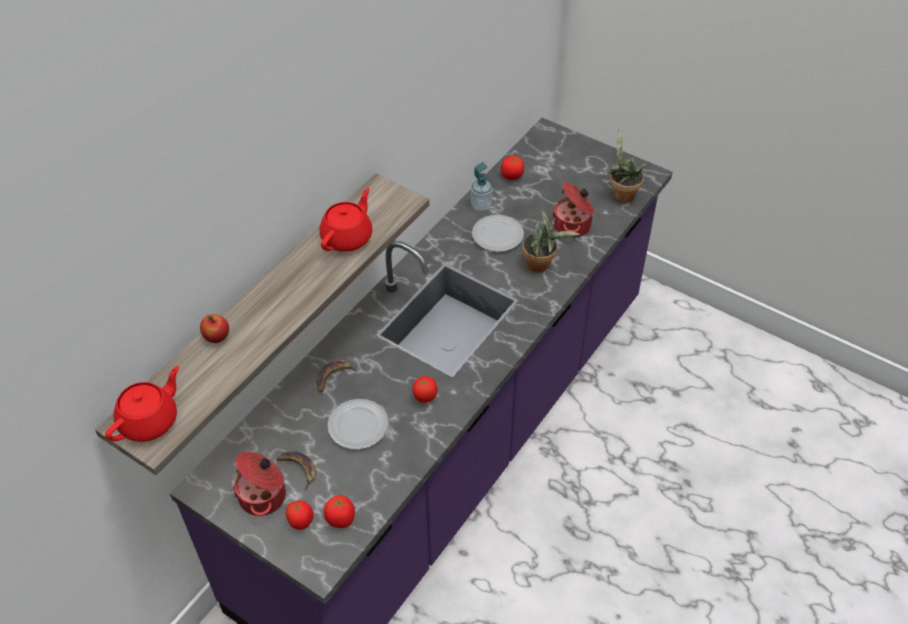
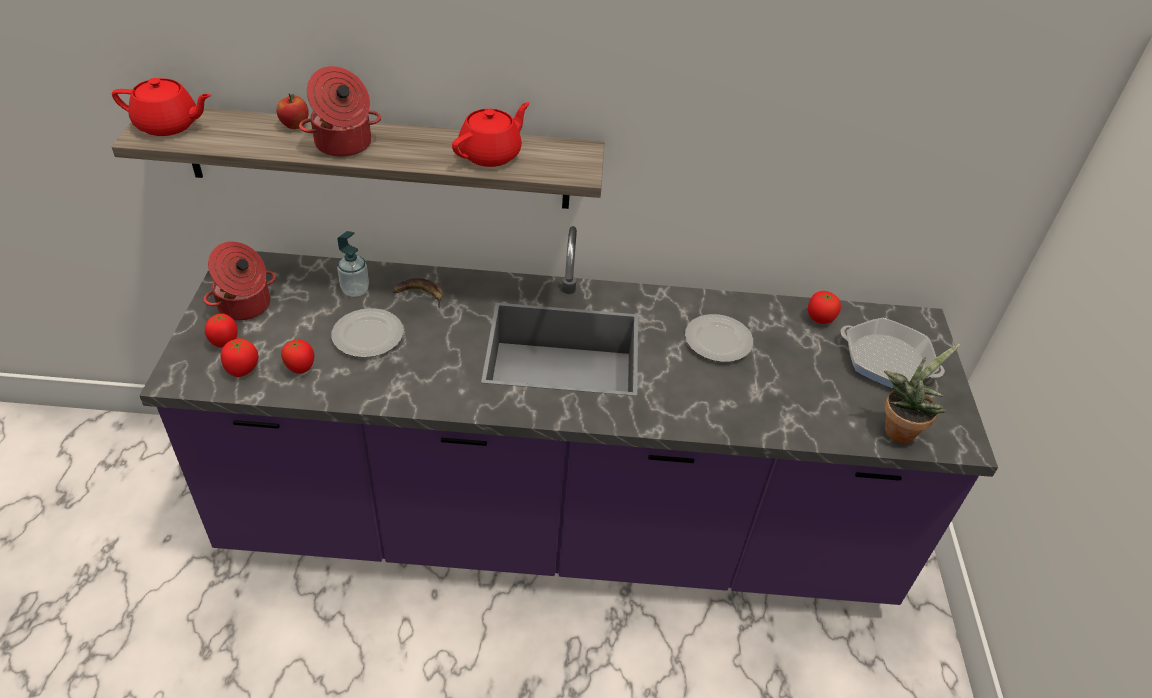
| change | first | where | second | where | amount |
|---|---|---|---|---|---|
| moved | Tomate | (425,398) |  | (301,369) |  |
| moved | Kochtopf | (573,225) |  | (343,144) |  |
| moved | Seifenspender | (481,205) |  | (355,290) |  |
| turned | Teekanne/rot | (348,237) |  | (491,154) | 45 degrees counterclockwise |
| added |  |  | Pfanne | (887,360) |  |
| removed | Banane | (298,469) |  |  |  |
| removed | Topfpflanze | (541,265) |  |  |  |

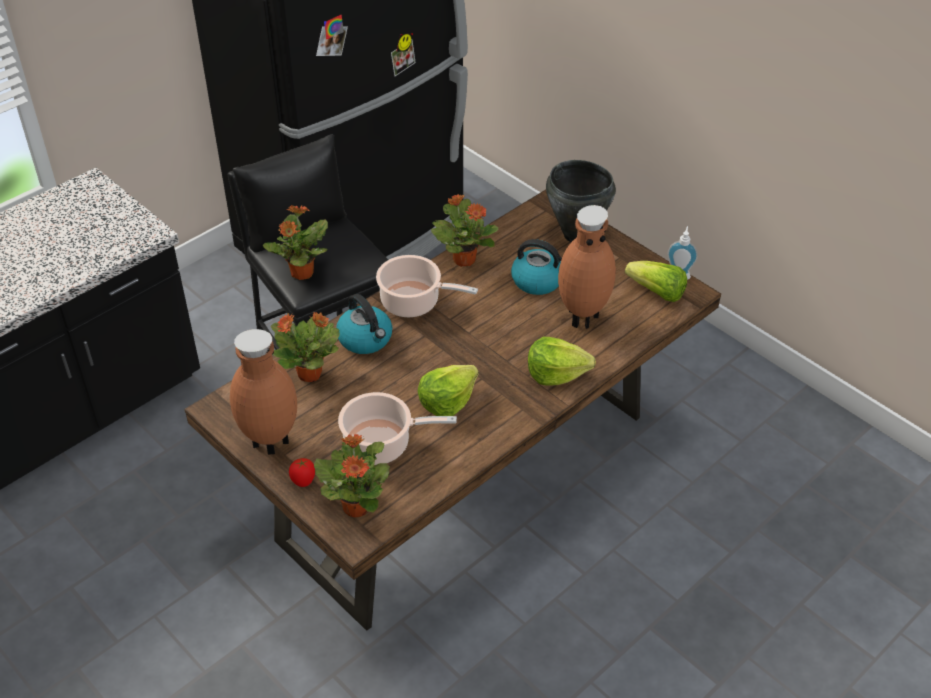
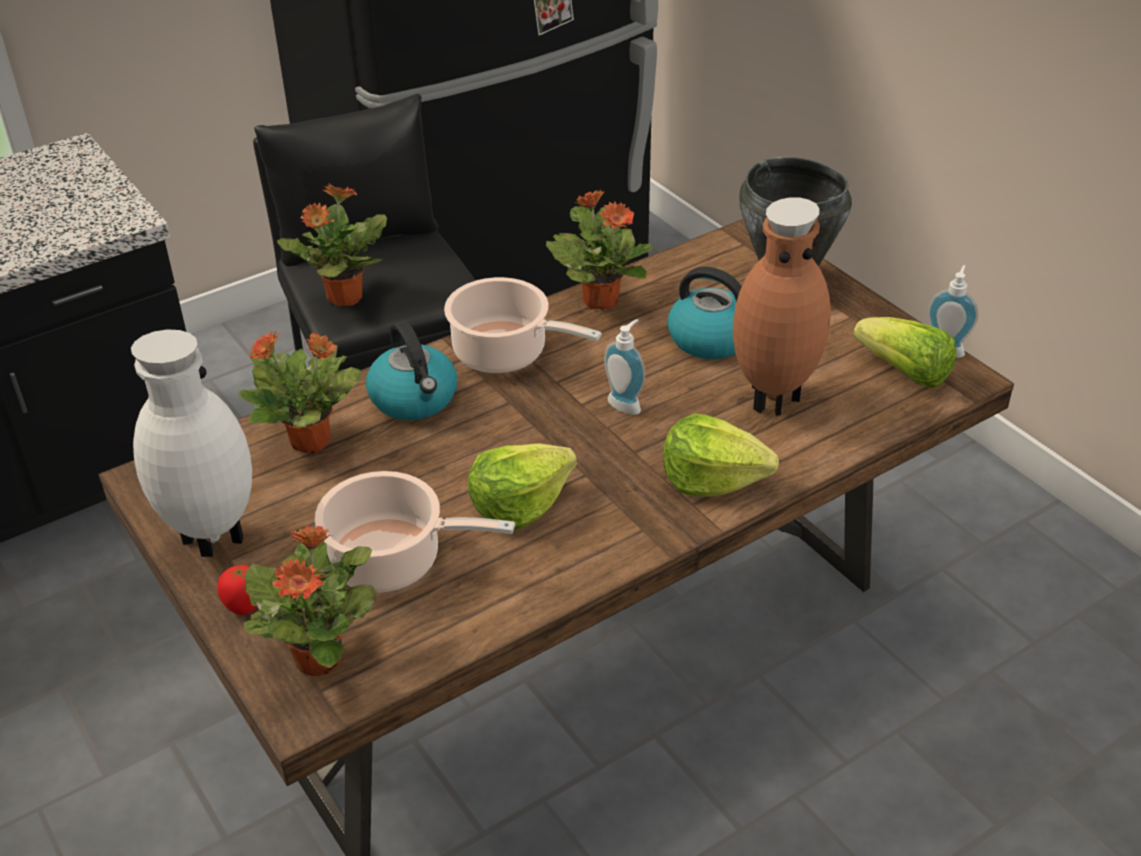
| change | first | where | second | where | amount |
|---|---|---|---|---|---|
| recoloured | Vase/braun | (270,444) | Vase/weiß | (212,542) |  |
| added |  |  | Seifenspender | (627,403) |  |

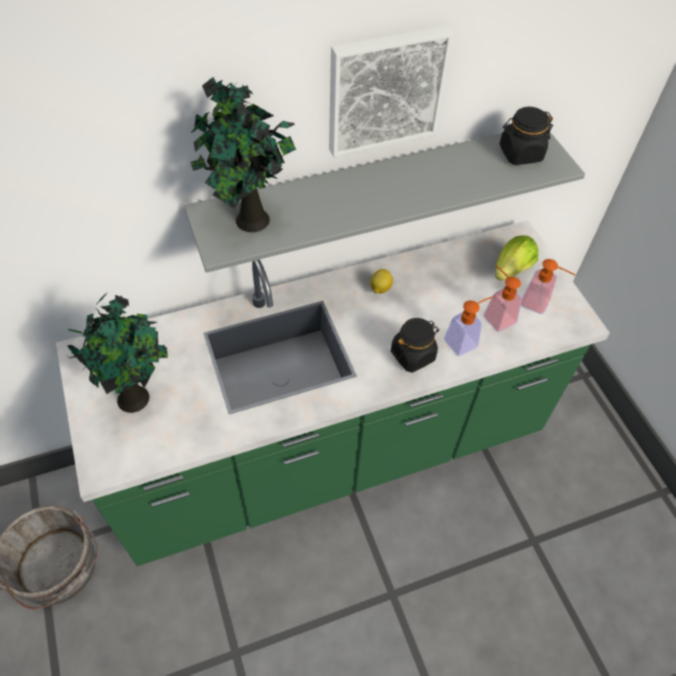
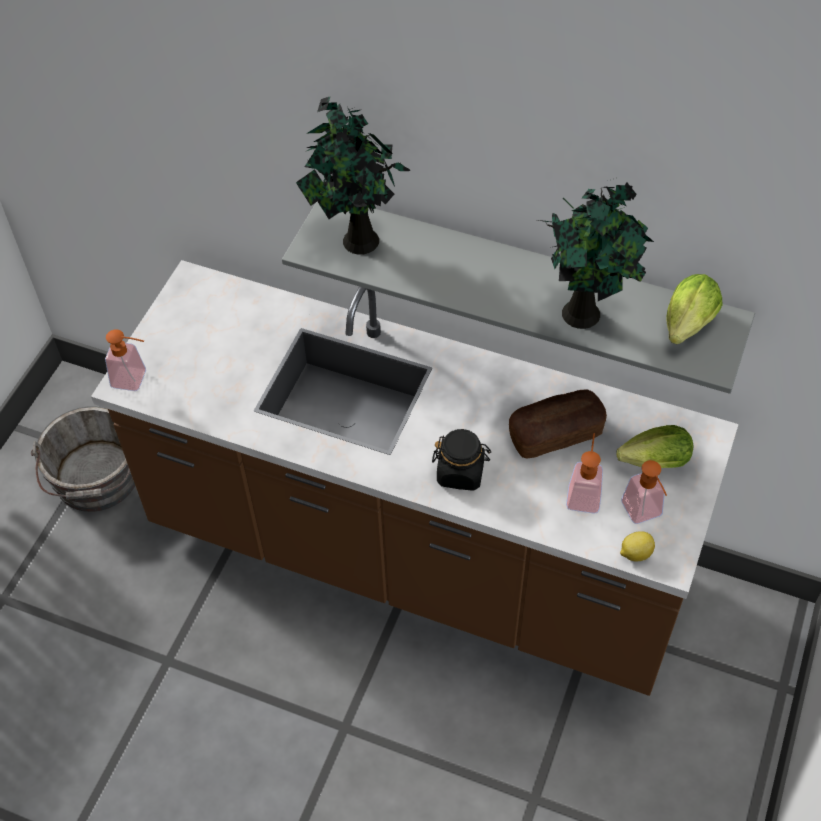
| change | first | where | second | where | amount |
|---|---|---|---|---|---|
| recoloured | Küchenzeile/grün | (332,453) | Küchenzeile/braun | (414,558) |  |
| moved | Seifenspender | (465,341) |  | (135,380) |  |
| added |  |  | Brot | (555,434) |  |
| moved | Topfpflanze | (136,396) |  | (585,313) |  |
| moved | Zitrone | (380,288) |  | (635,553) |  |
| replaced | Vorratsglas/schwarz | (520,153) | Salatkopf | (686,328) |  |
| removed | Bild | (384,90) |  |  |  |

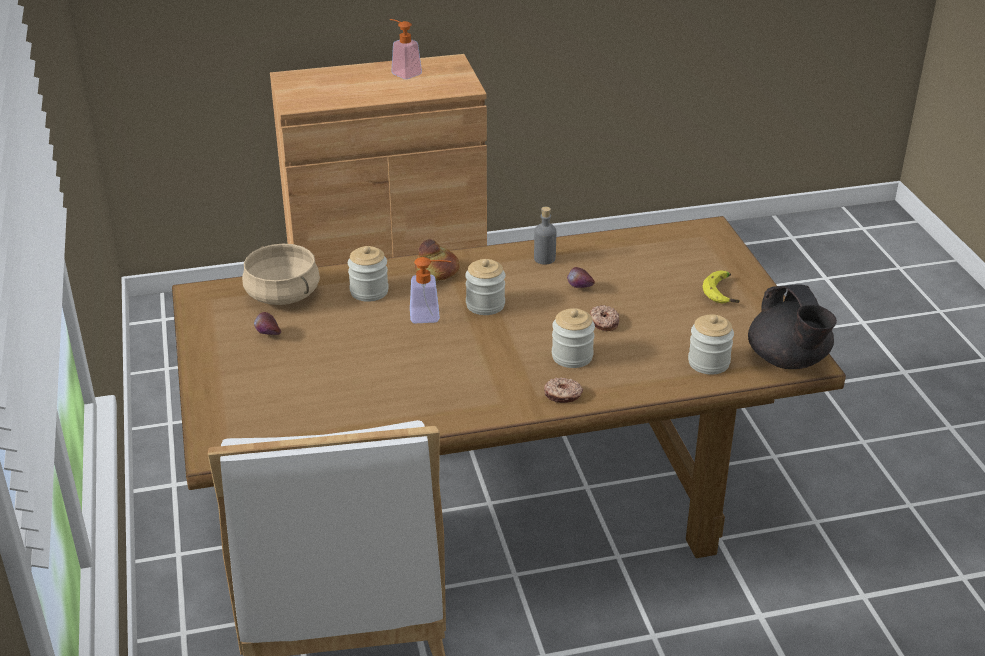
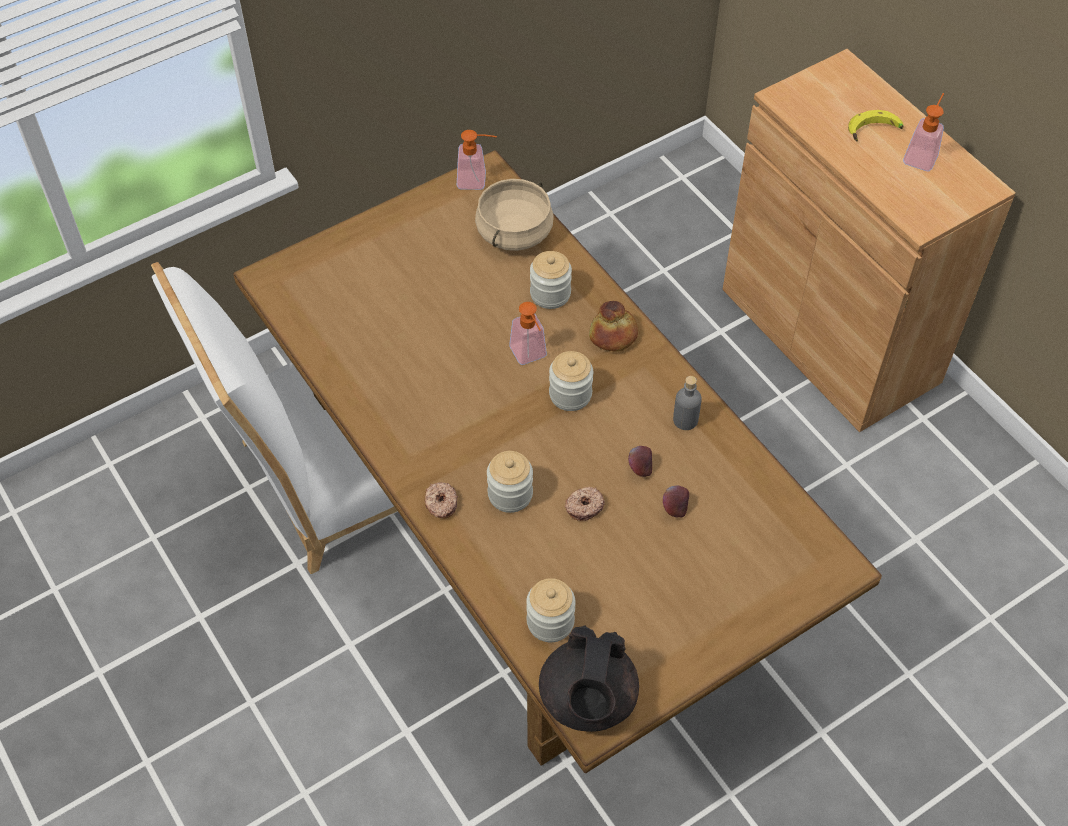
| change | first | where | second | where | amount |
|---|---|---|---|---|---|
| added |  |  | Seifenspender | (477,180) |  |
| turned | Teekanne/schwarz | (788,360) |  | (588,700) | 45 degrees counterclockwise |
| moved | Apfel | (268,336) |  | (674,508) |  |
| moved | Banane | (724,293) |  | (874,132) |  |

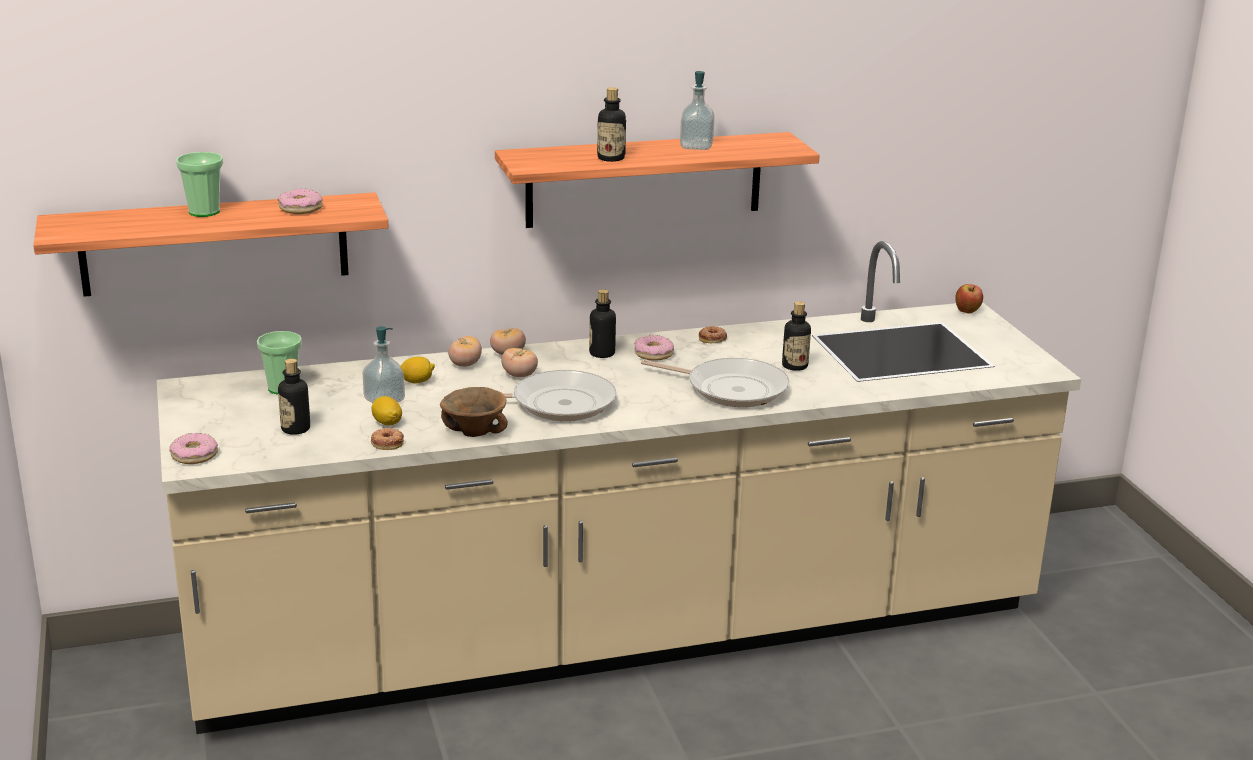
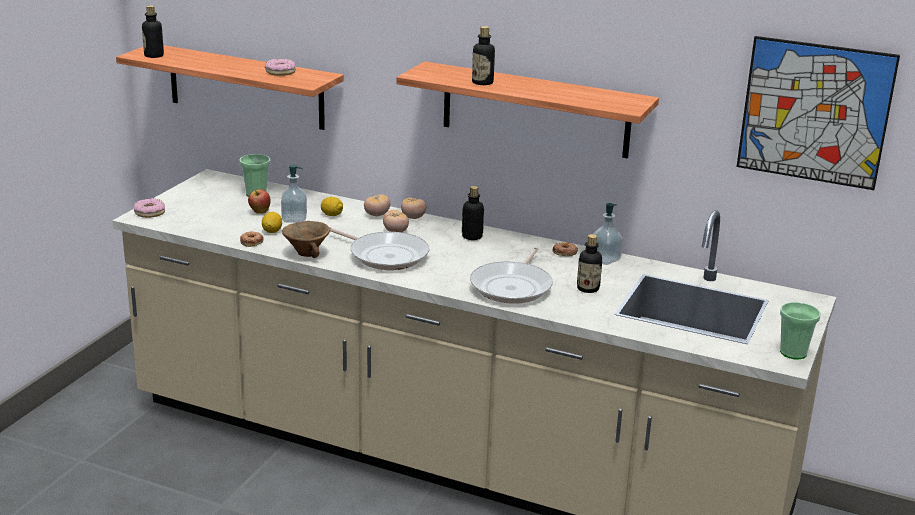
| change | first | where | second | where | amount |
|---|---|---|---|---|---|
| moved | Flasche | (295,429) |  | (154,55) |  |
| moved | Apfel | (967,311) |  | (259,212) |  |
| turned | Pfanne | (731,389) |  | (513,286) | 45 degrees clockwise |
| moved | Seifenspender | (696,146) |  | (604,259) |  |
| added |  |  | Bild | (815,112) |  |
| moved | Tasse | (204,212) |  | (793,353) |  |
| removed | Donut | (653,354) |  |  |  |

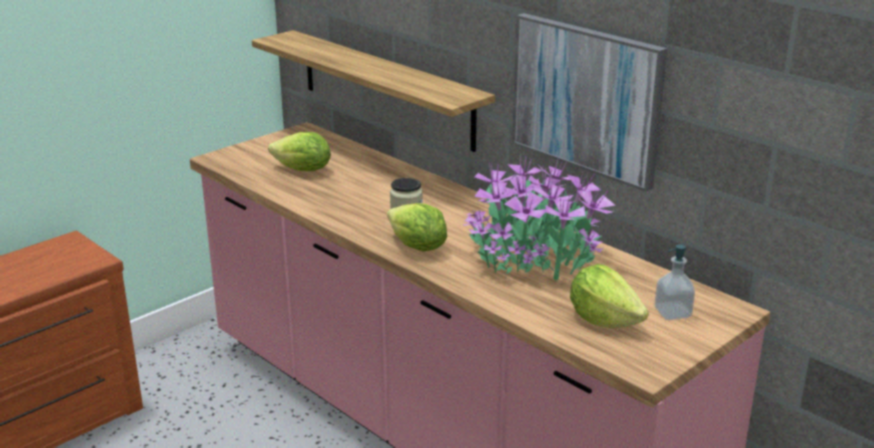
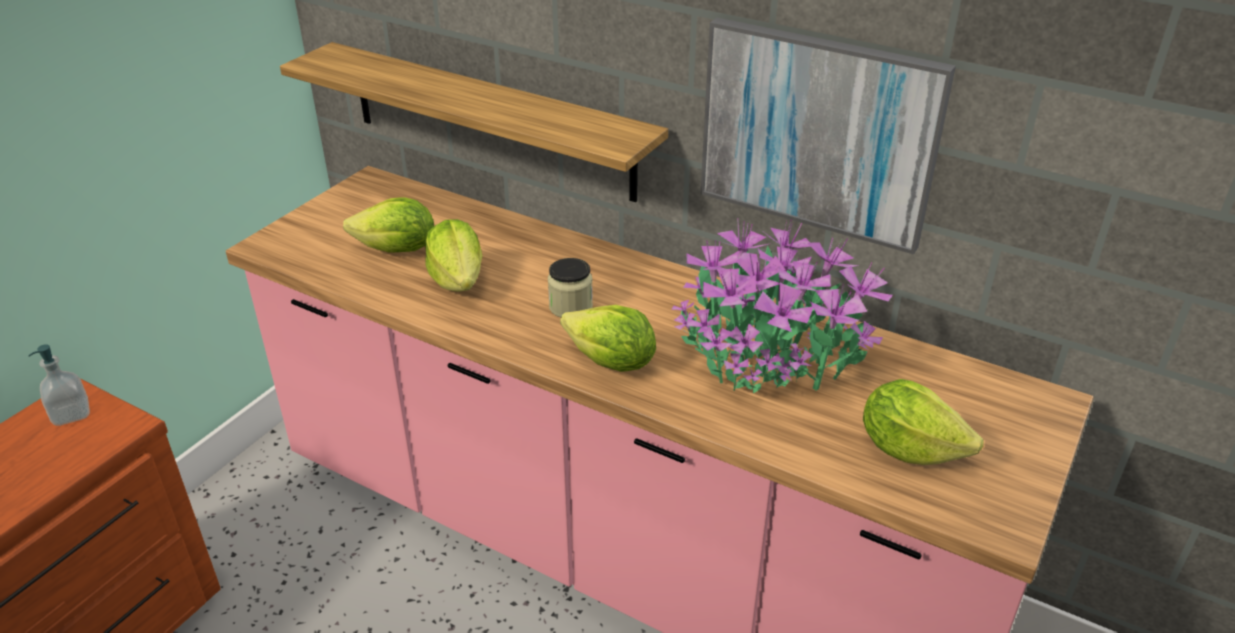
| change | first | where | second | where | amount |
|---|---|---|---|---|---|
| moved | Seifenspender | (672,313) |  | (71,414) |  |
| added |  |  | Salatkopf | (458,280) |  |

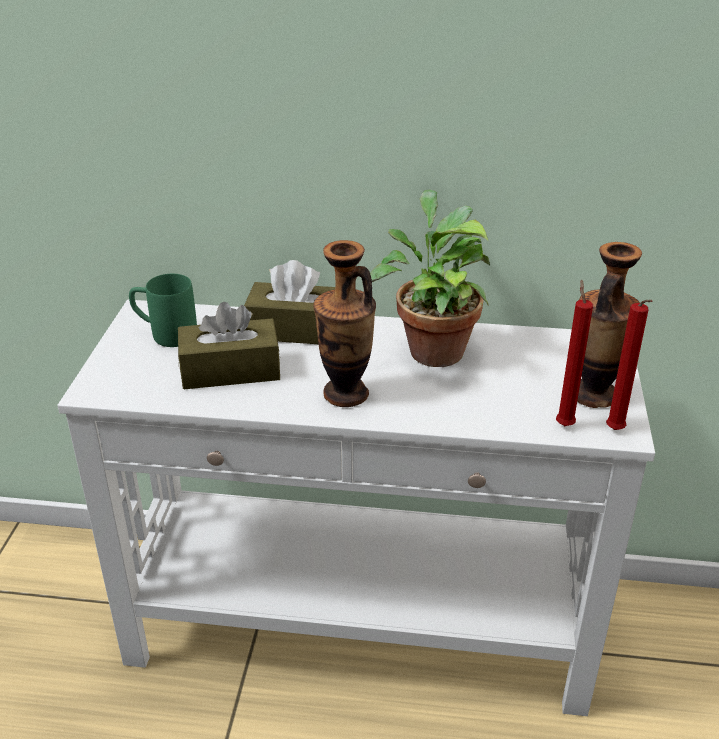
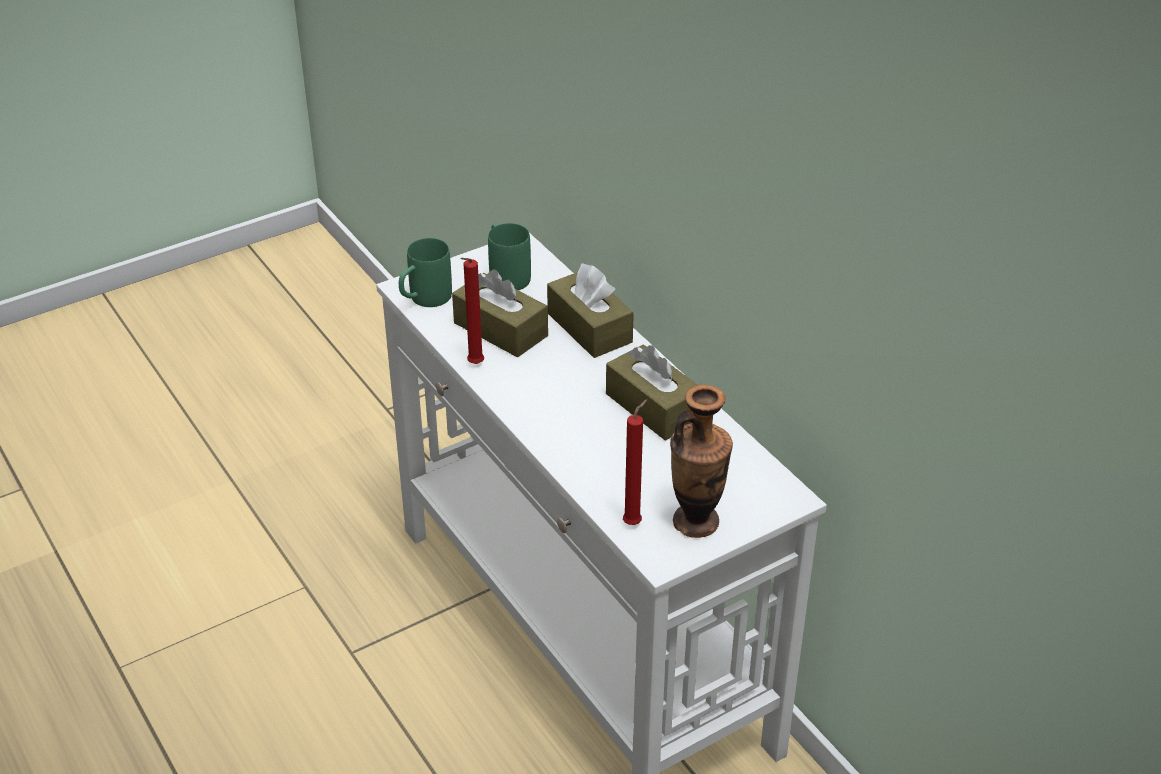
| change | first | where | second | where | amount |
|---|---|---|---|---|---|
| added |  |  | Henkelbecher/grün | (424,300) |  |
| moved | Kerze/rot | (616,432) |  | (474,365) |  |
| replaced | Topfpflanze | (432,348) | Taschentuchbox/braun | (653,407) |  |
| removed | Vase | (345,394) |  |  |  |

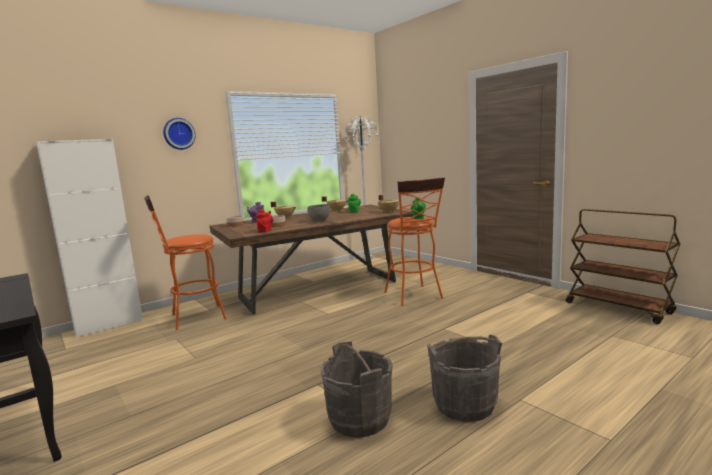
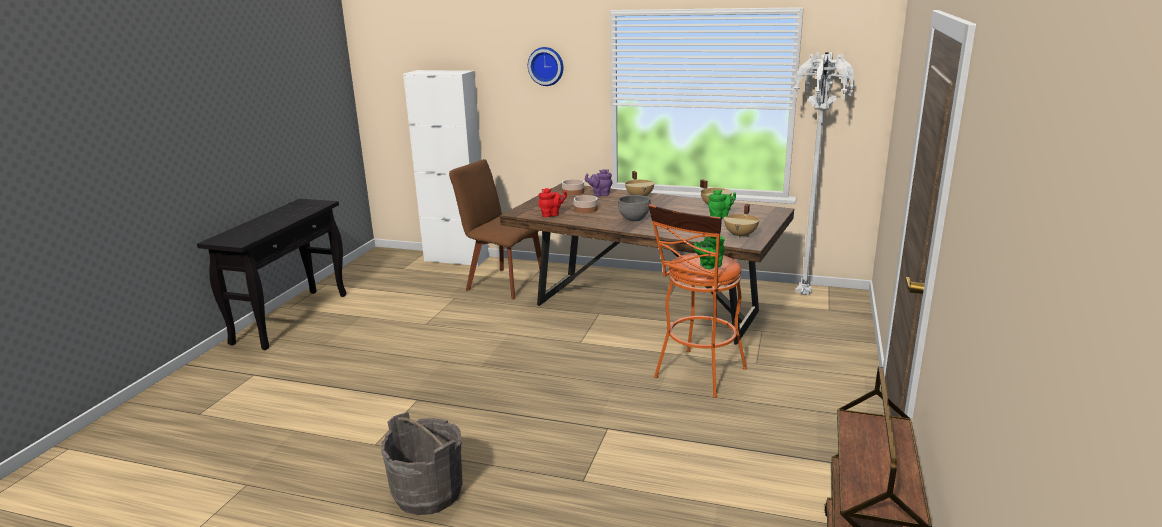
| change | first | where | second | where | amount |
|---|---|---|---|---|---|
| replaced | Hocker/orange | (193,318) | Stuhl/braun | (503,283) |  |
| removed | Eimer/grau | (359,419) |  |  |  |

